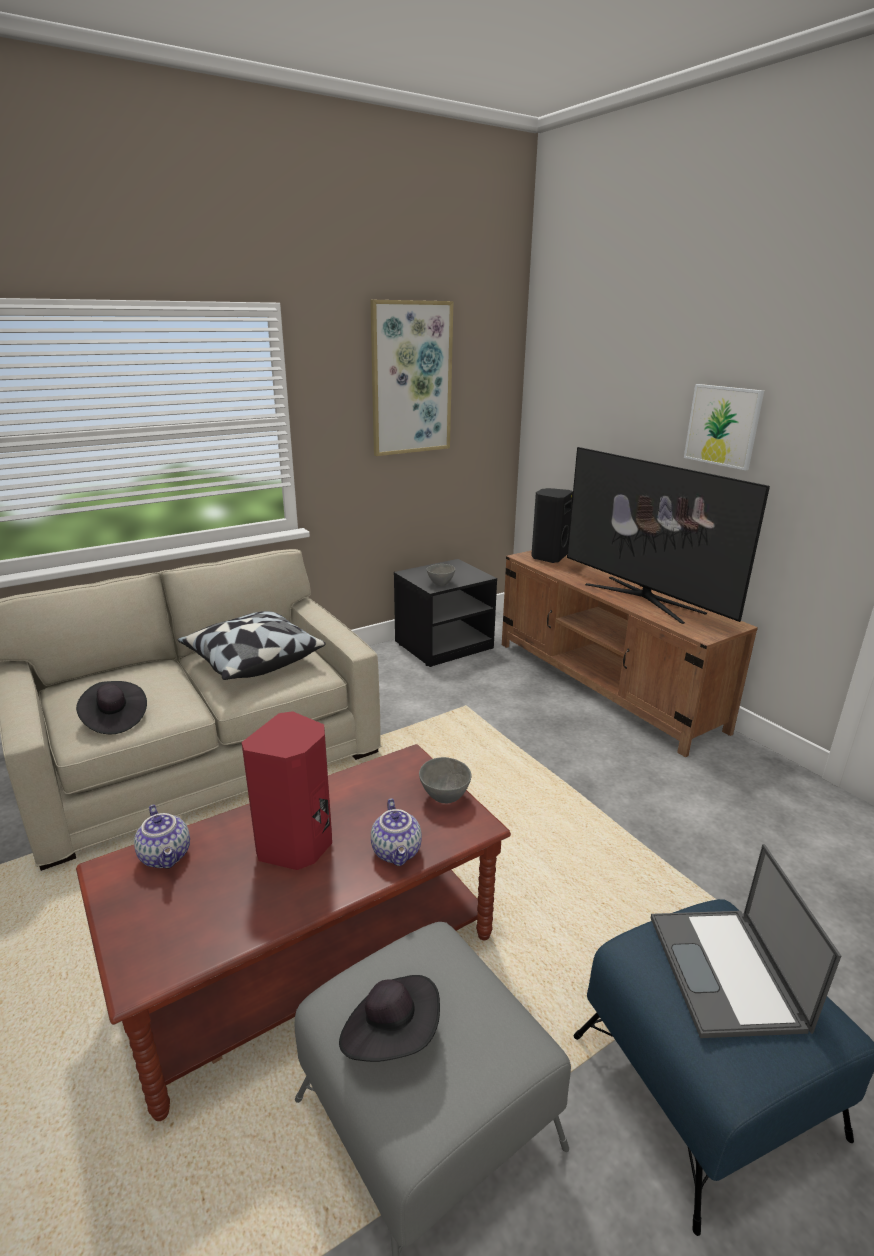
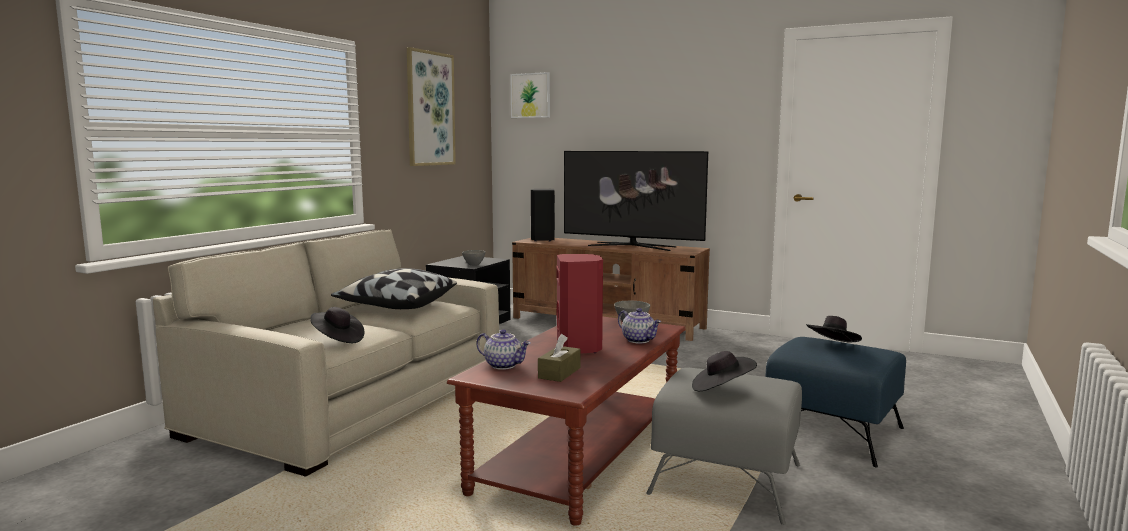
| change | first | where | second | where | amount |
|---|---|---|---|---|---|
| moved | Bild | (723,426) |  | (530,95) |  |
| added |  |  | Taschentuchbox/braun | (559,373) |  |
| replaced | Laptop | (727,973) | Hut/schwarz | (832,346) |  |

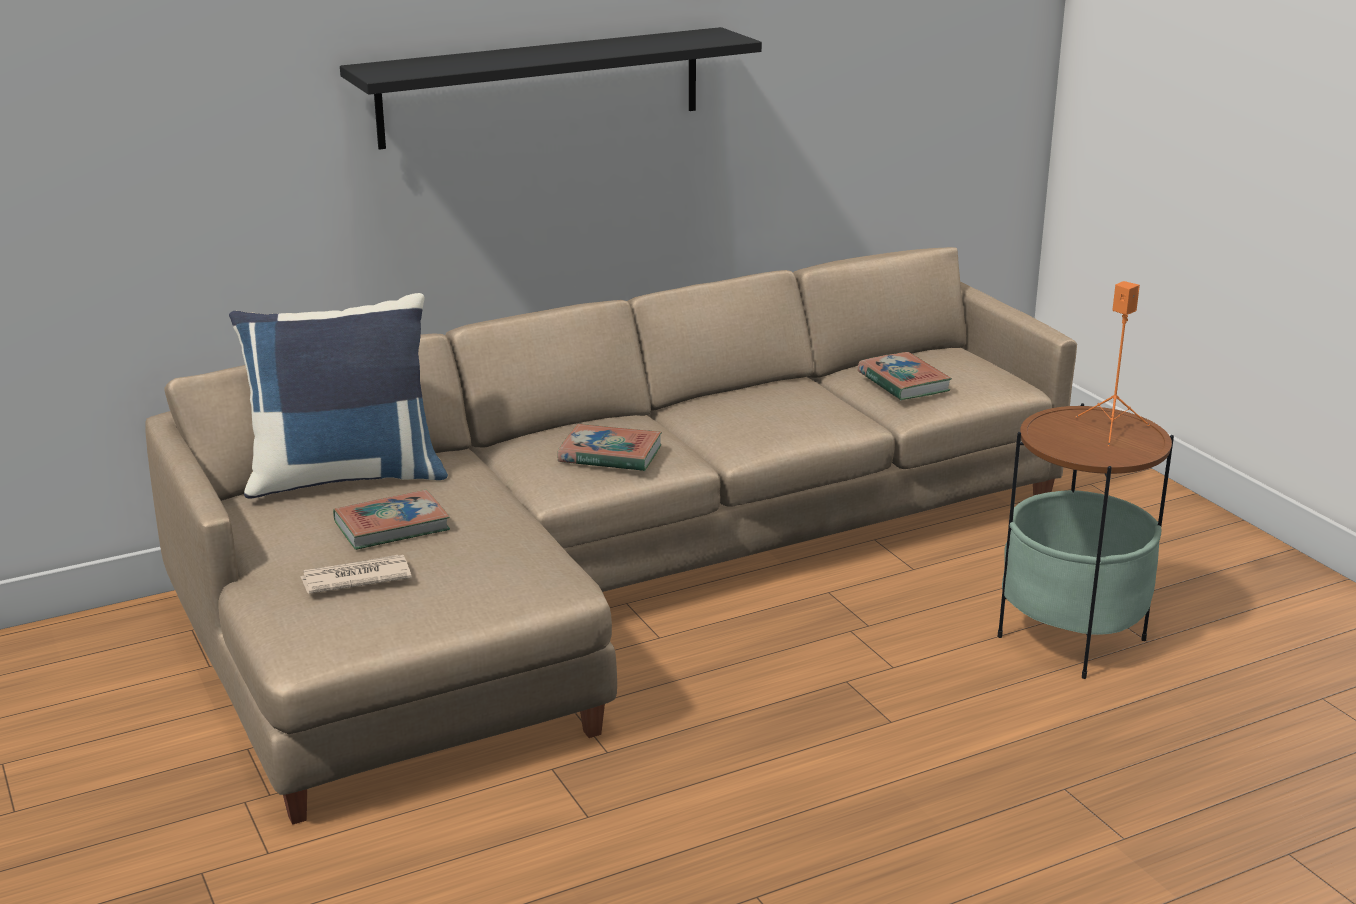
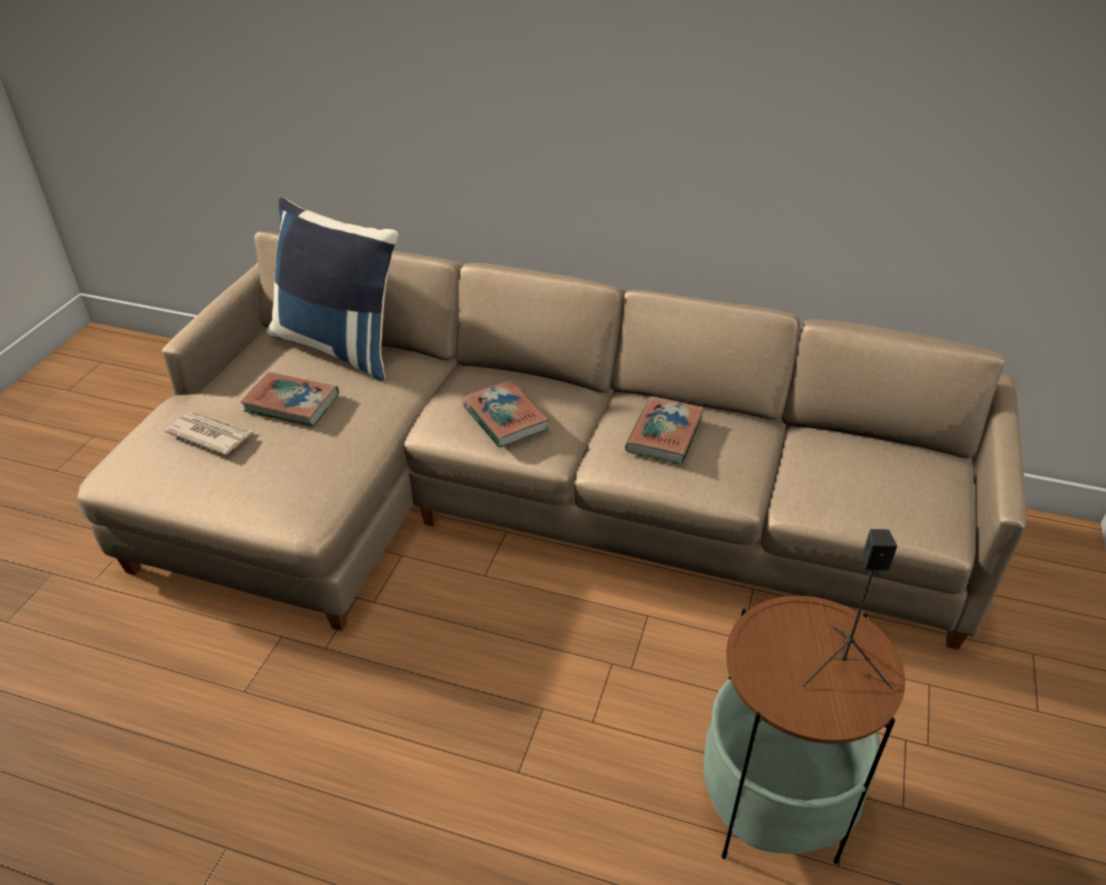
| change | first | where | second | where | amount |
|---|---|---|---|---|---|
| moved | Buch | (903,382) |  | (664,435) |  |
| recoloured | Lautsprecher/orange | (1112,429) | Lautsprecher/schwarz | (843,666) |  |
| removed | Wandregal/schwarz | (541,87) |  |  |  |

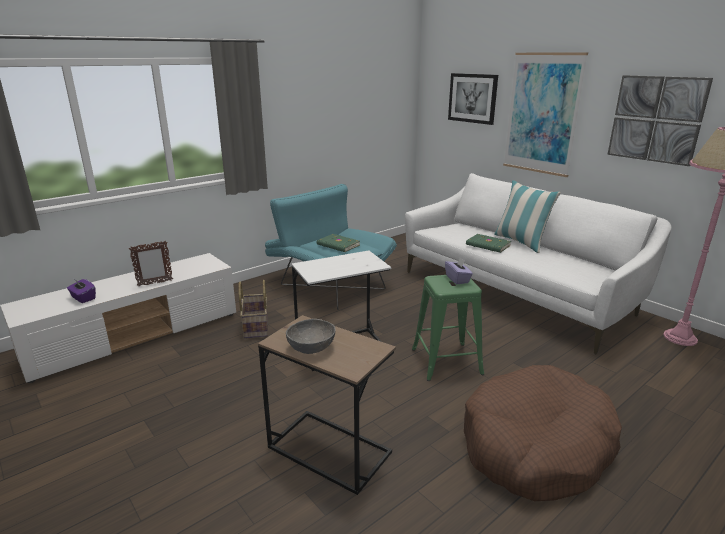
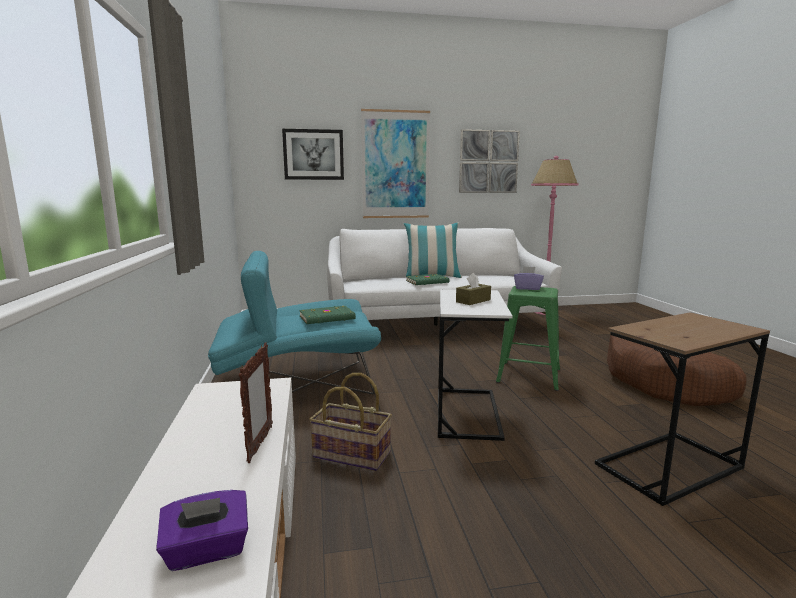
| change | first | where | second | where | amount |
|---|---|---|---|---|---|
| added |  |  | Taschentuchbox/braun | (473,301) |  |
| removed | Schüssel/grau | (311,347) |  |  |  |

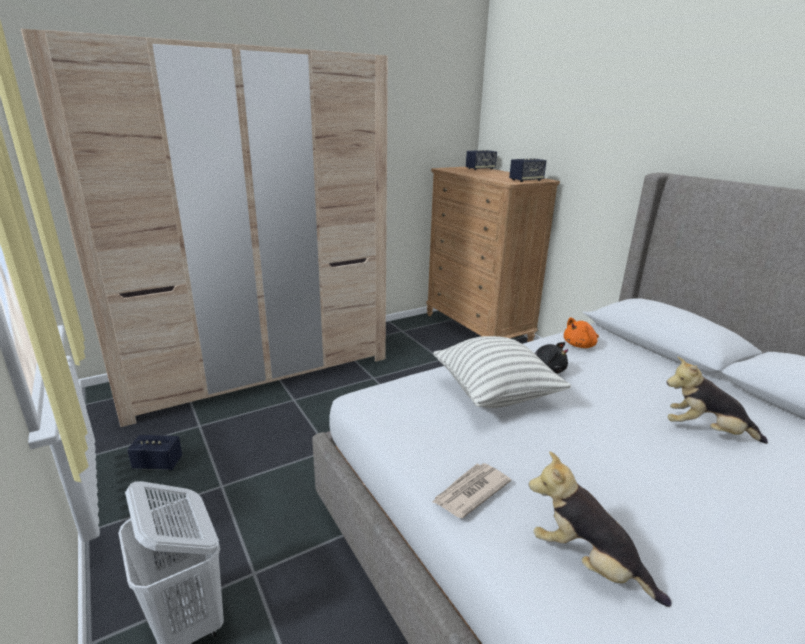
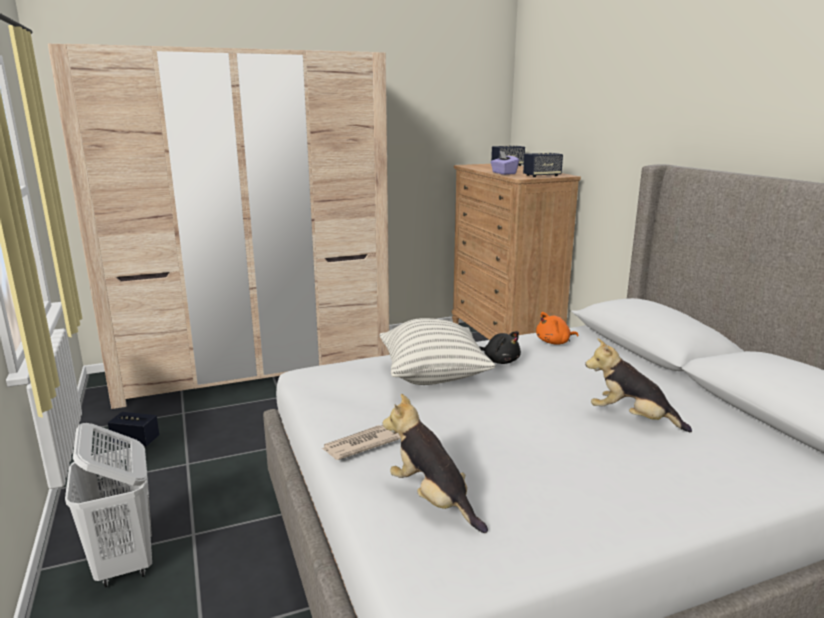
| change | first | where | second | where | amount |
|---|---|---|---|---|---|
| added |  |  | Taschentuchbox/lila | (503,173) |  |

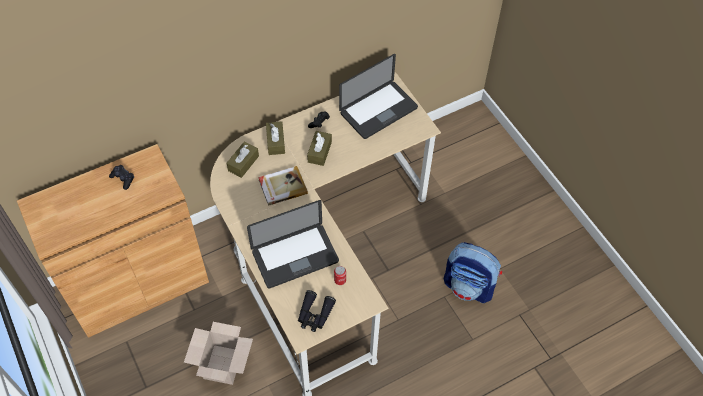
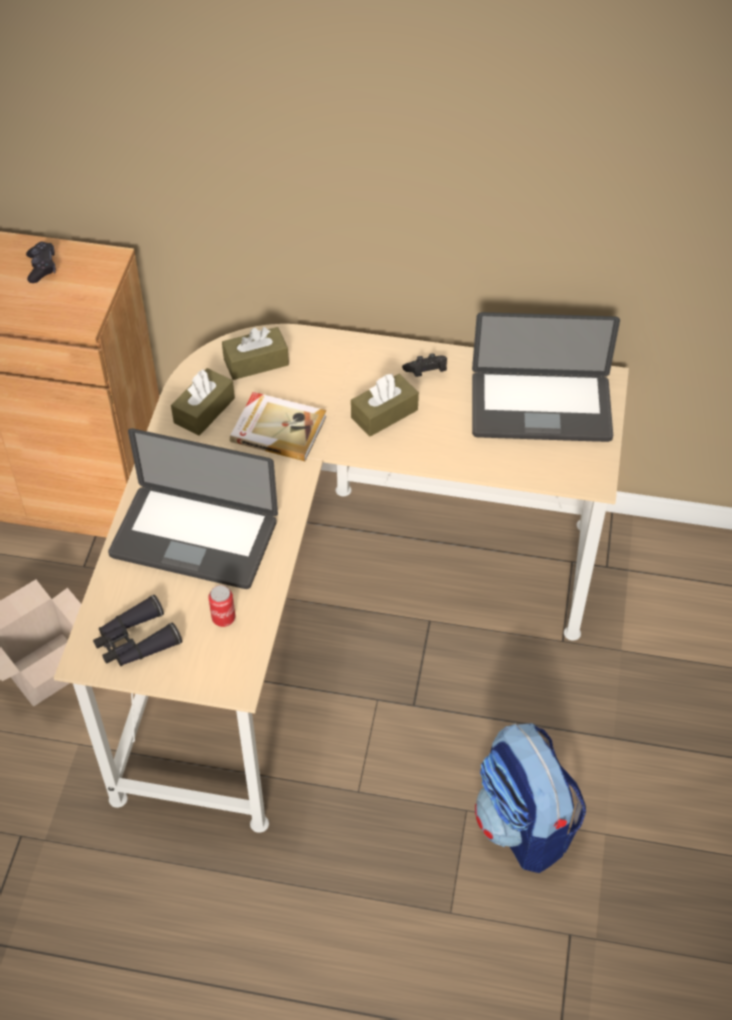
| change | first | where | second | where | amount |
|---|---|---|---|---|---|
| moved | Taschentuchbox/braun | (275,142) |  | (204,410) |  |

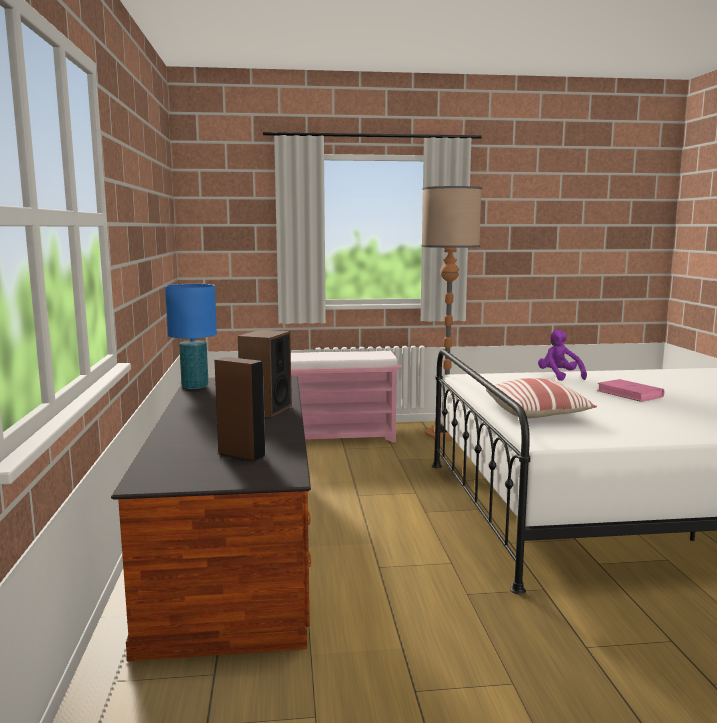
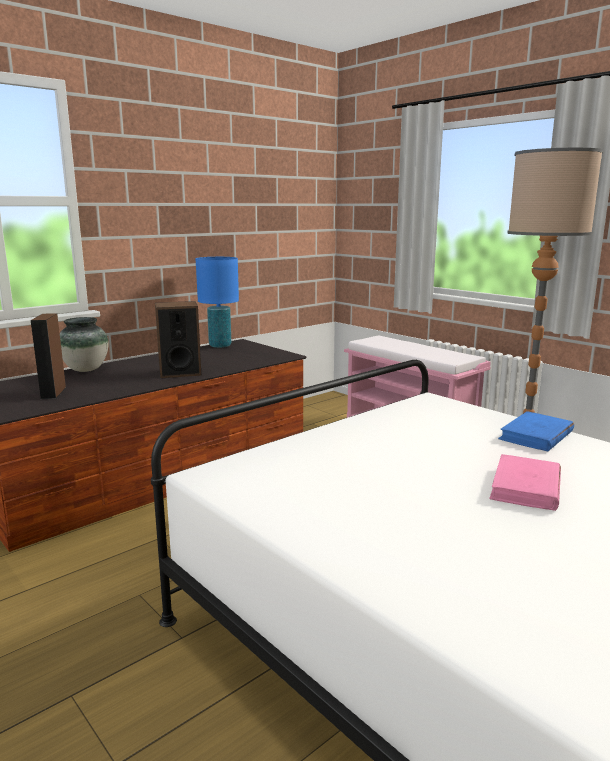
| change | first | where | second | where | amount |
|---|---|---|---|---|---|
| added |  |  | Vase | (85,369) |  |
| replaced | Plüschtier/lila | (559,376) | Buch/blau | (536,435) |  |
| removed | Kissen | (538,413) |  |  |  |

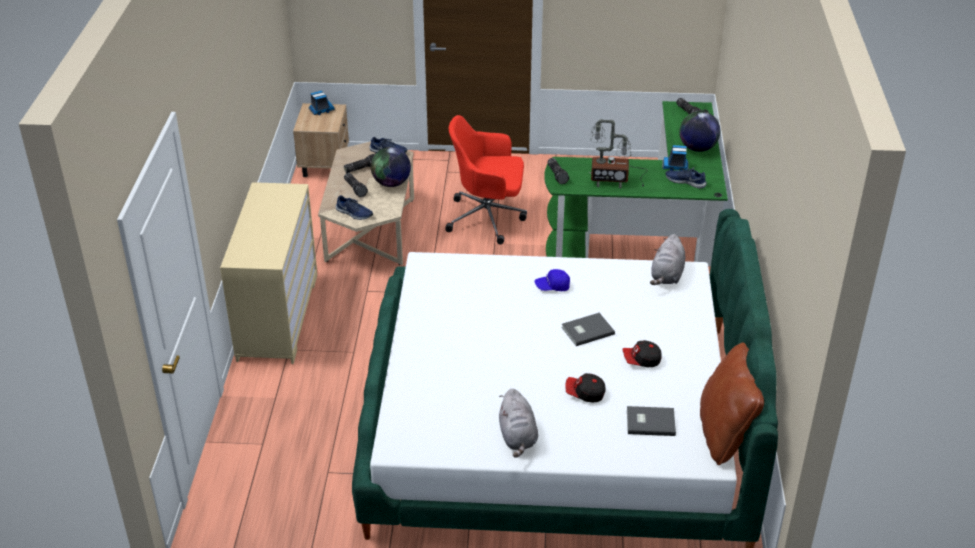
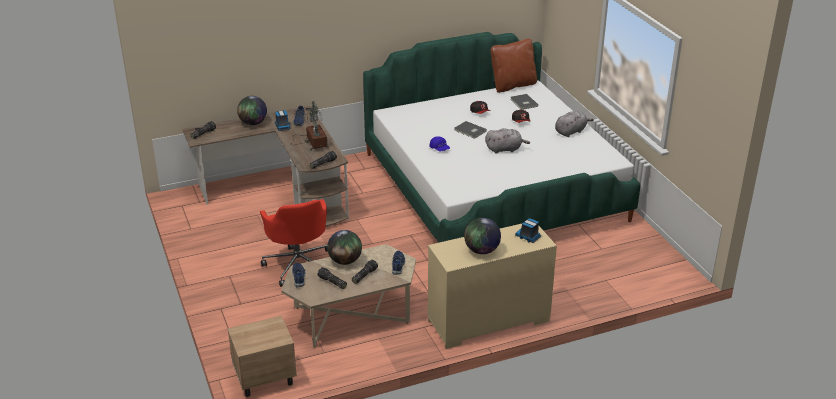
| change | first | where | second | where | amount |
|---|---|---|---|---|---|
| recoloured | Schreibtisch/grün | (648,238) | Schreibtisch/braun | (283,194) |  |
| added |  |  | Globus | (482,251) |  |
| moved | Plüschtier/grau | (667,276) |  | (505,149) |  |
| moved | Spielzeuglaster | (321,110) |  | (528,237) |  |

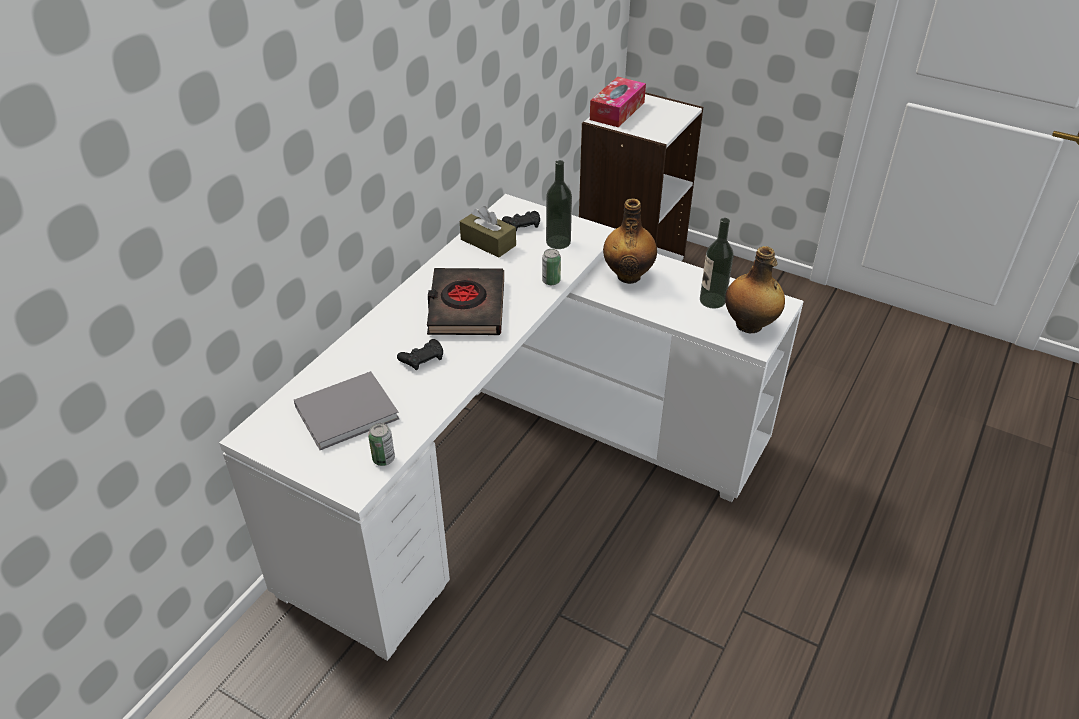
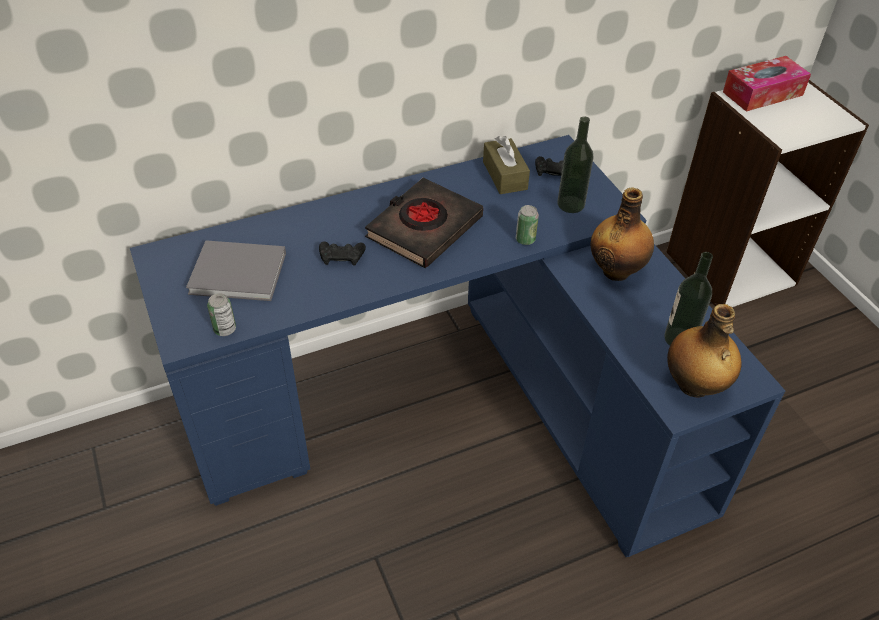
| change | first | where | second | where | amount |
|---|---|---|---|---|---|
| recoloured | Schreibtisch/weiß | (517,466) | Schreibtisch/blau | (454,404) |  |

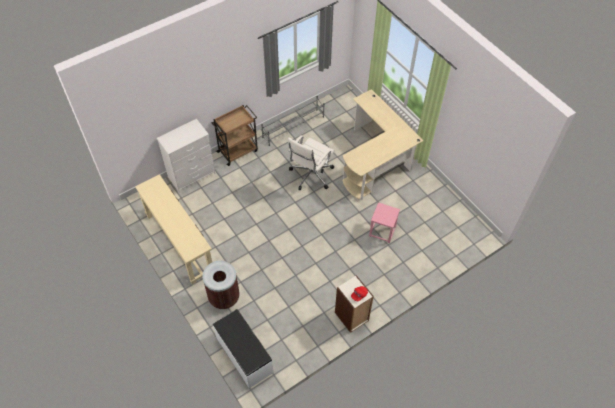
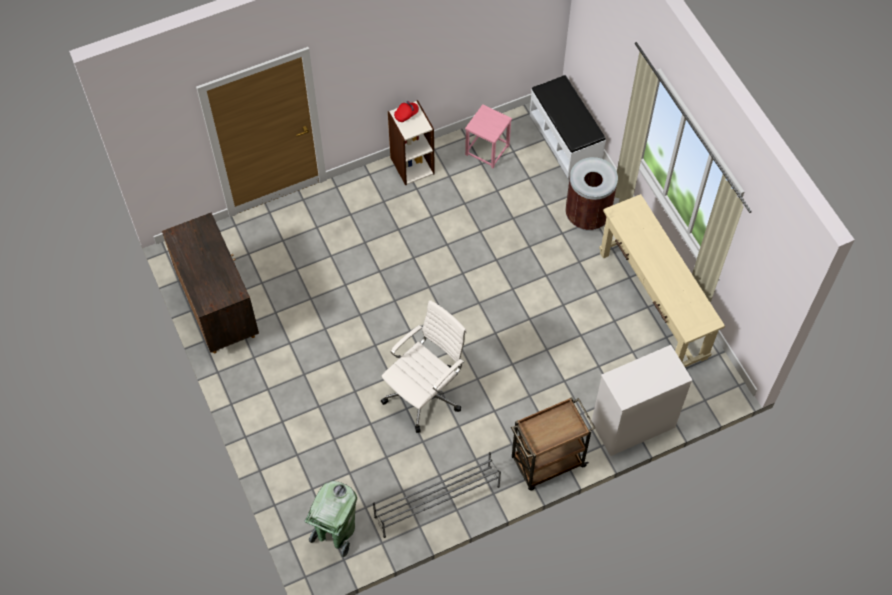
| change | first | where | second | where | amount |
|---|---|---|---|---|---|
| added |  |  | Schrank/braun | (218,309) |  |
| added |  |  | Mülleimer/grün | (336,533) |  |
| moved | Hocker/rosa | (382,231) |  | (487,150) |  |
| removed | Schreibtisch/beige | (377,161) |  |  |  |

